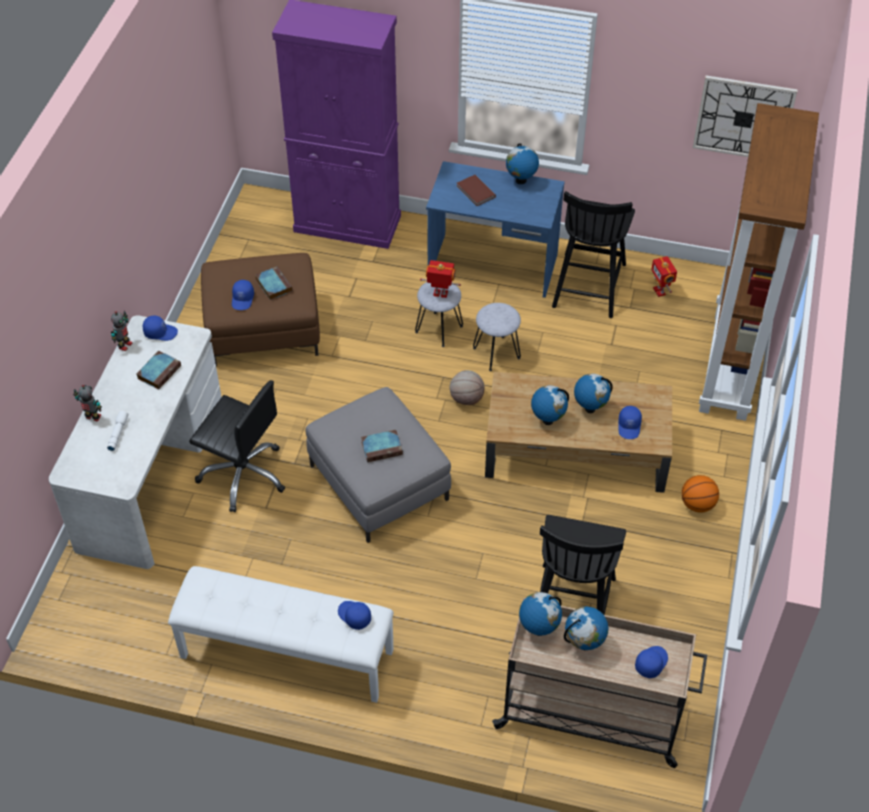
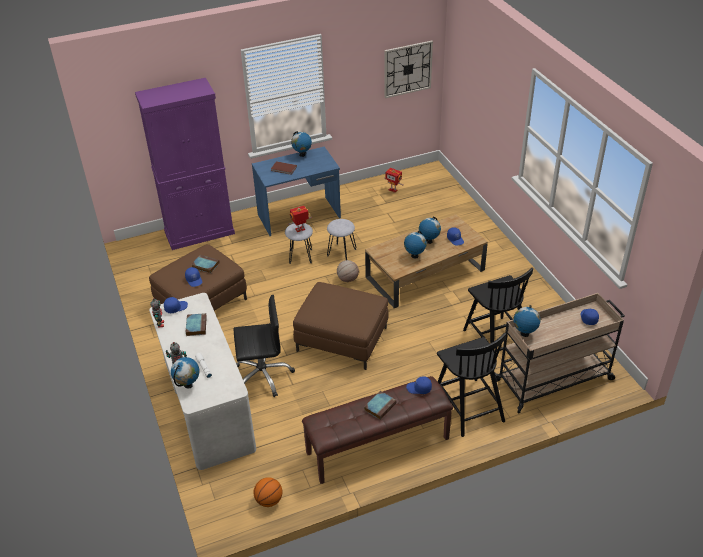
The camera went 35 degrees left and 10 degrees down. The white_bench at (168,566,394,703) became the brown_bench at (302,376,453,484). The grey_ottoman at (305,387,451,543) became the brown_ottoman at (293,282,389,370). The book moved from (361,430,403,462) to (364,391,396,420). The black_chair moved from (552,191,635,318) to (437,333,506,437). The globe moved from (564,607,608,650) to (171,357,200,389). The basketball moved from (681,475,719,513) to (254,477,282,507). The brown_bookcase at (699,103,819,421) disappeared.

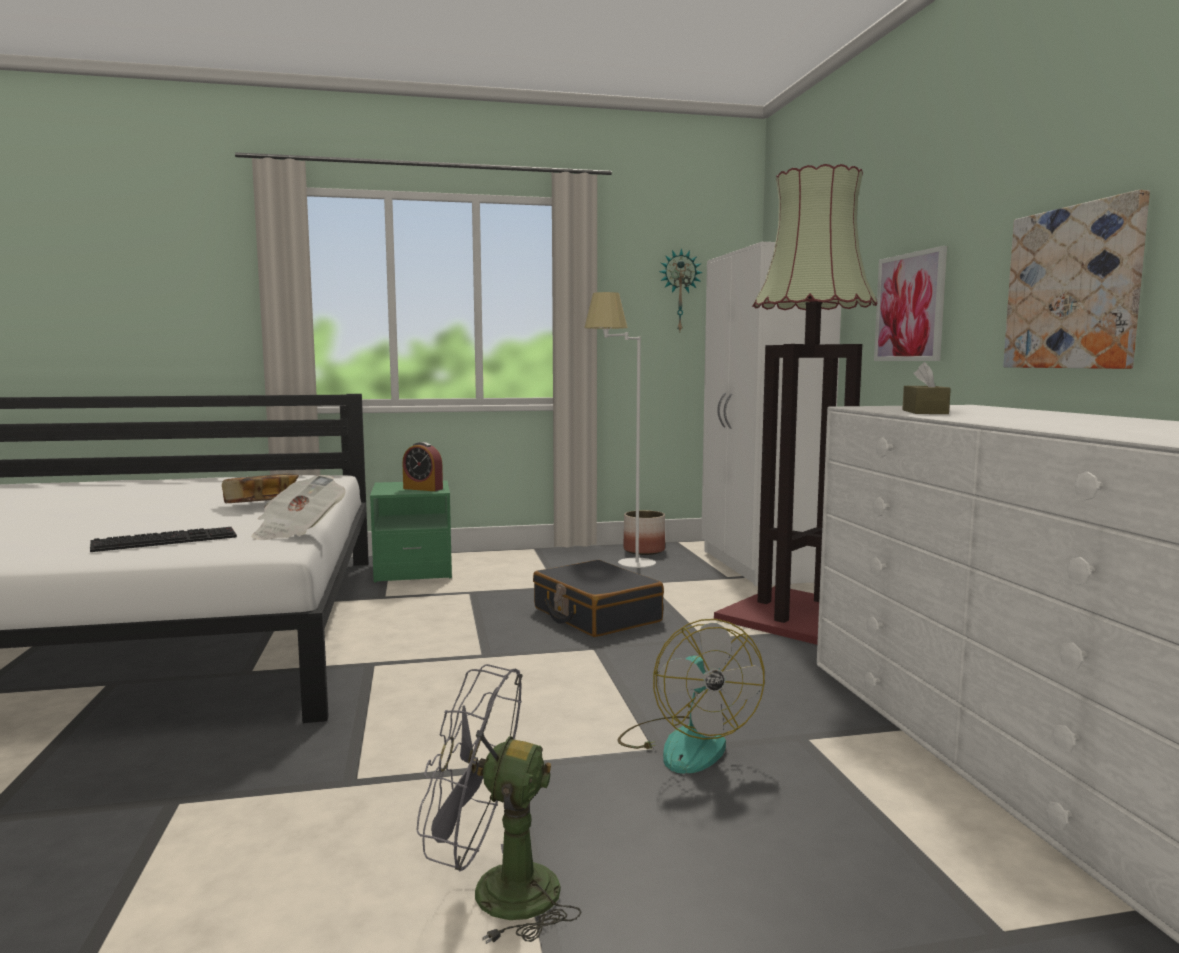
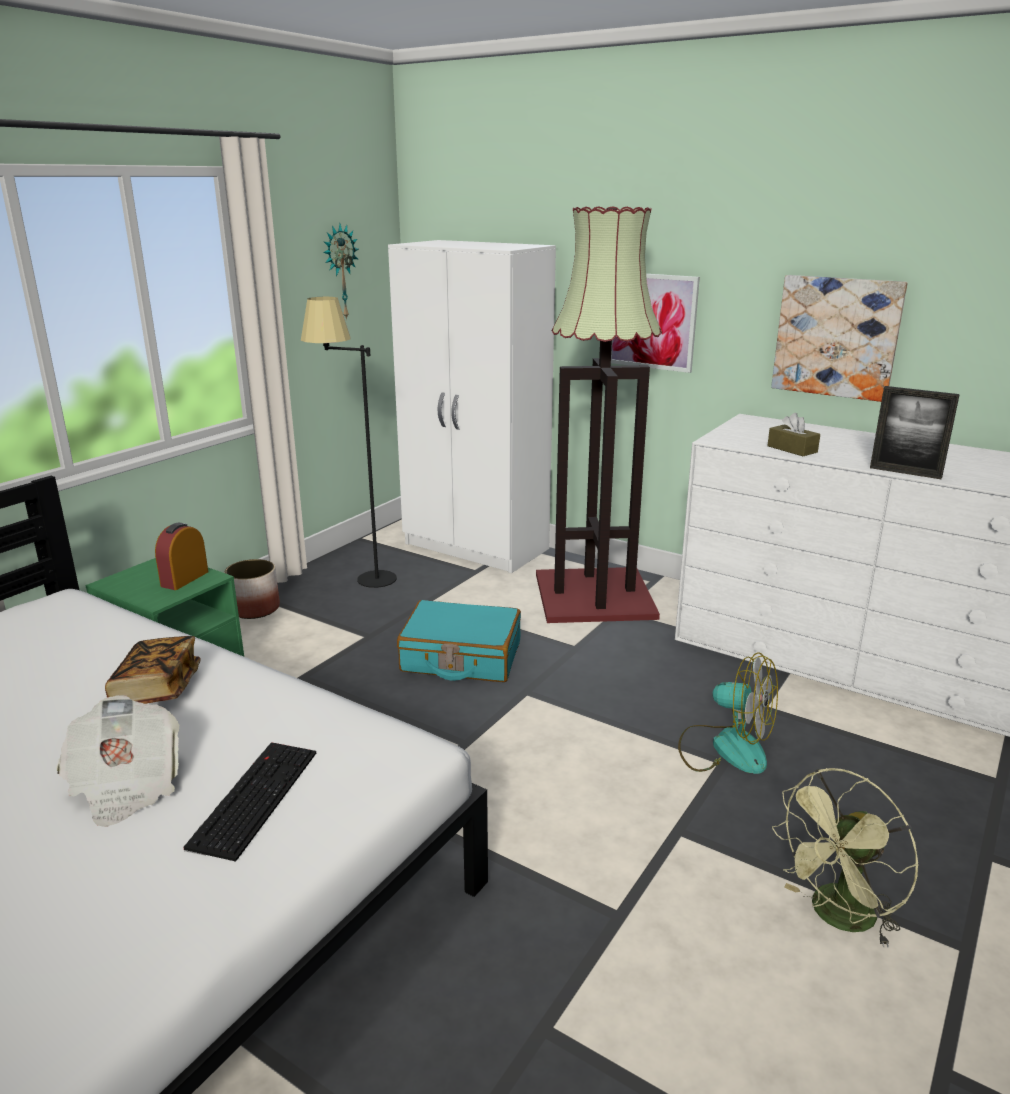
The camera went 45 degrees left and 15 degrees up. The newspaper moved from (251,475,345,540) to (56,695,179,827). The alarm_clock at (402,442,443,491) turned 135 degrees clockwise. The grey_fan at (417,664,581,944) became the green_fan at (772,768,919,948). The black_suitcase at (533,560,664,637) became the turquoise_suitcase at (397,600,521,682). The white_floor_lamp at (584,292,656,568) became the black_floor_lamp at (301,297,397,588). The planter moved from (624,510,665,555) to (224,559,280,619). The picture_frame at (870,386,960,479) appeared.

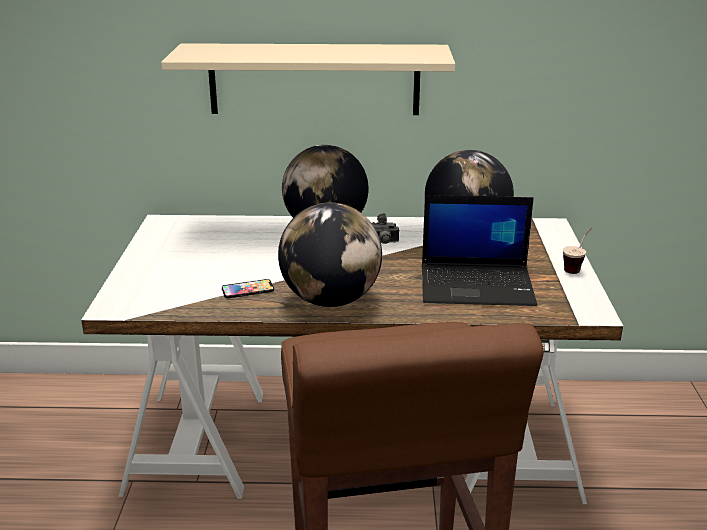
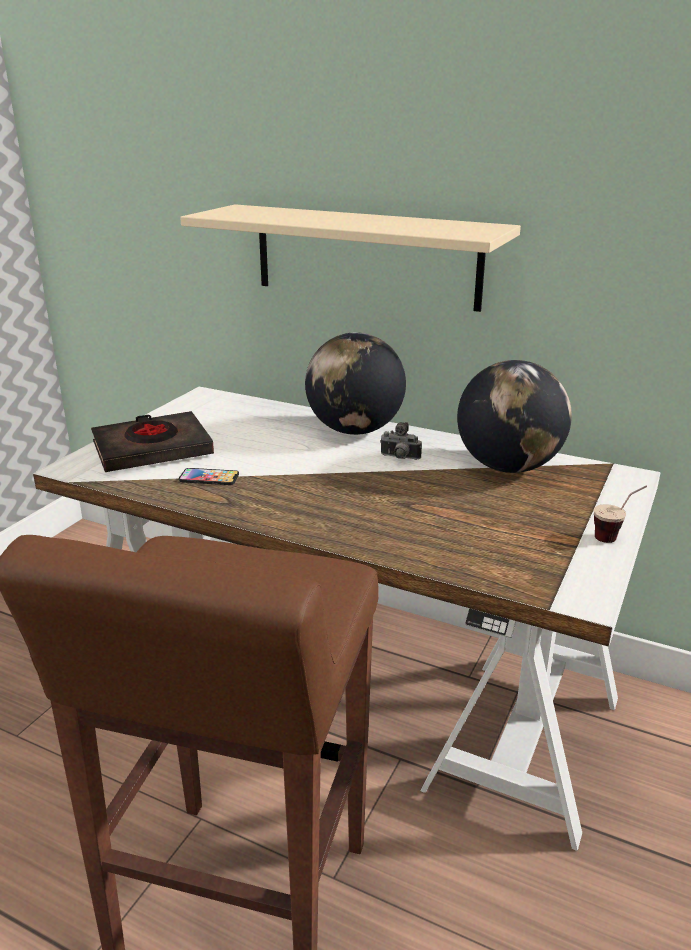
The camera went 25 degrees right and 0 degrees up. The globe at (278,203,382,307) disappeared. The laptop at (422,195,537,306) disappeared. The black_book at (91,411,214,472) appeared.

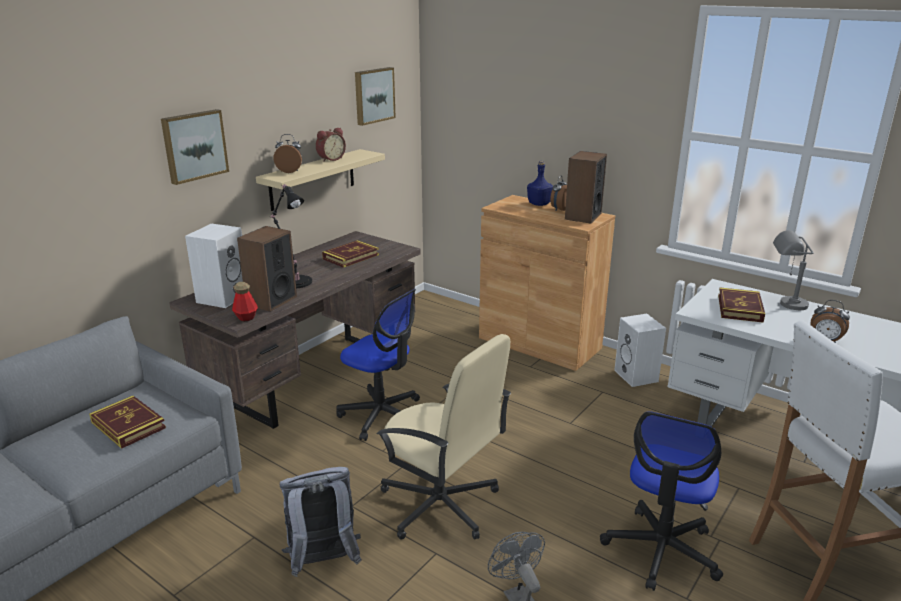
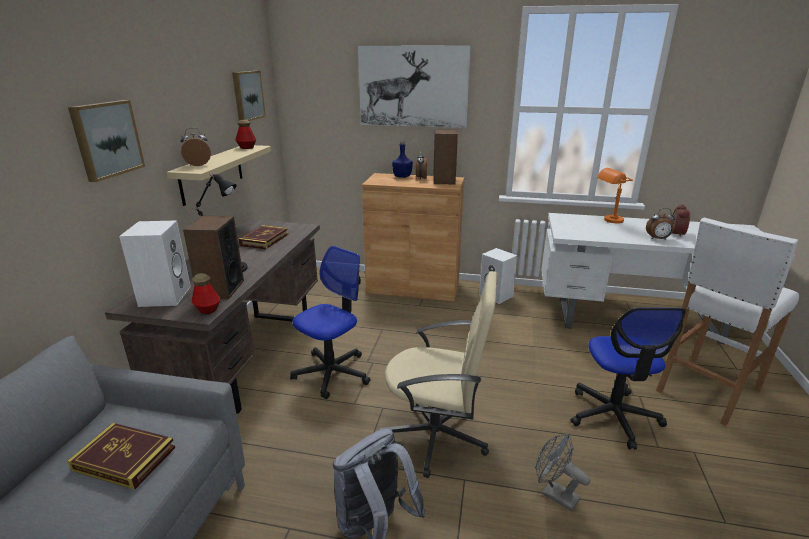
The camera went 25 degrees left and 0 degrees up. The alarm_clock moved from (316,128,346,162) to (671,204,690,237). The office_chair at (336,289,420,441) turned 60 degrees counterclockwise. The book at (718,287,765,323) disappeared. The grey_table_lamp at (773,230,814,310) became the orange_table_lamp at (597,168,633,223). The bottle at (235,120,256,149) appeared. The picture at (358,46,471,128) appeared.

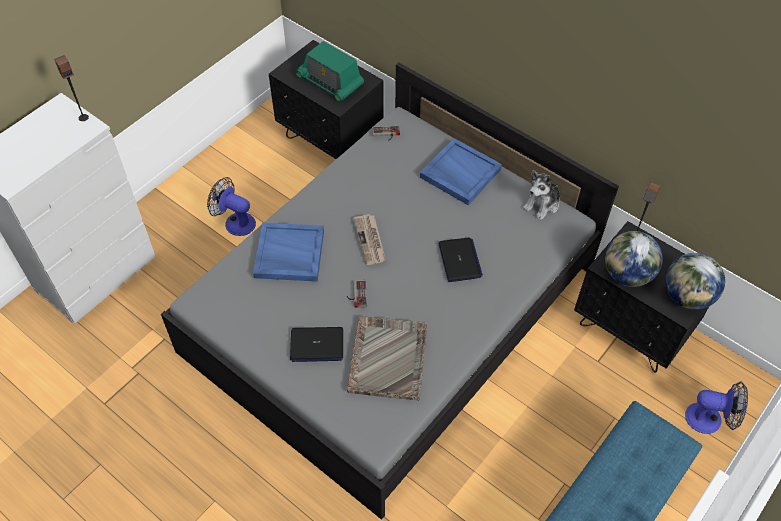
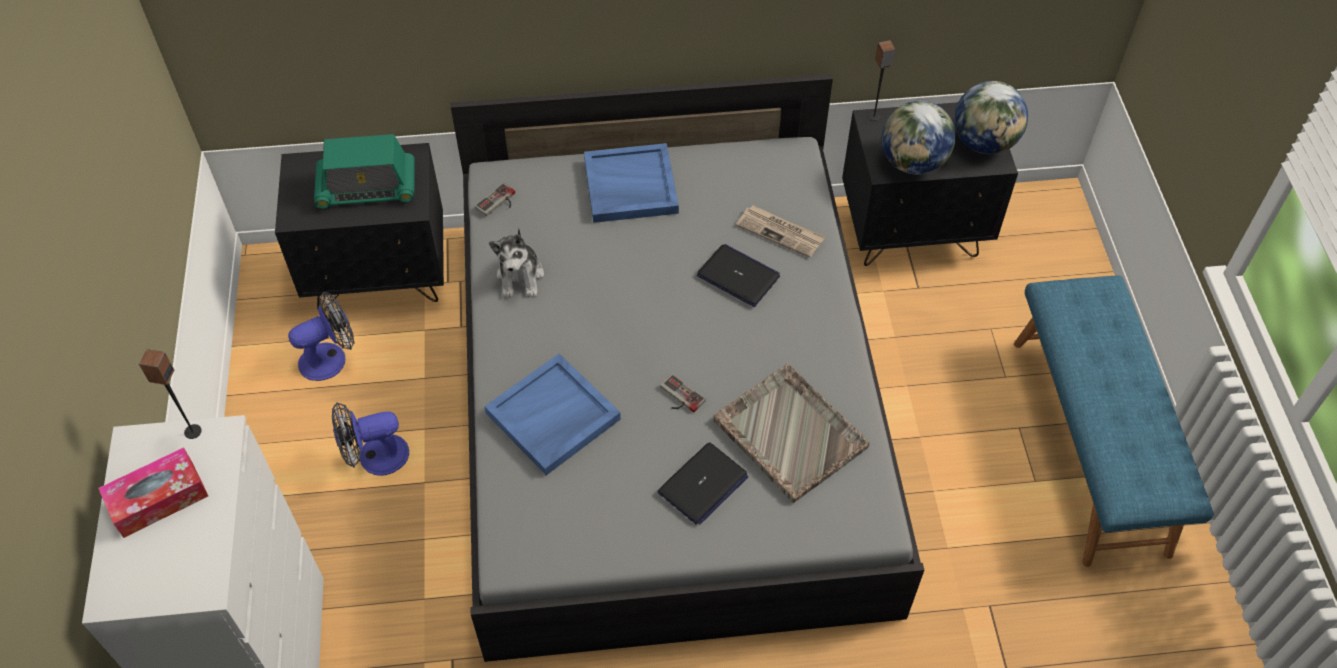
The camera went 45 degrees left and 0 degrees up. The newspaper moved from (353,214,386,265) to (736,205,826,258). The plush_toy moved from (523,170,560,220) to (489,228,544,298). The fan moved from (685,382,748,434) to (288,292,355,381). The tissue_box at (98,447,208,538) appeared.

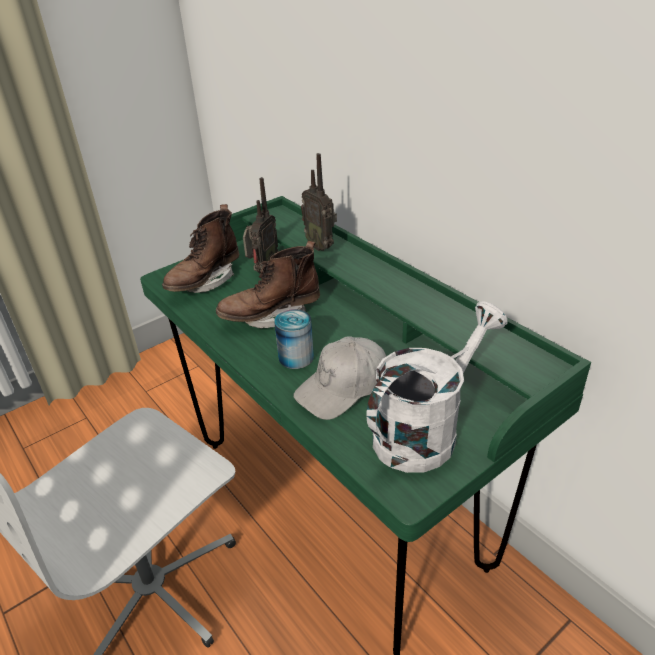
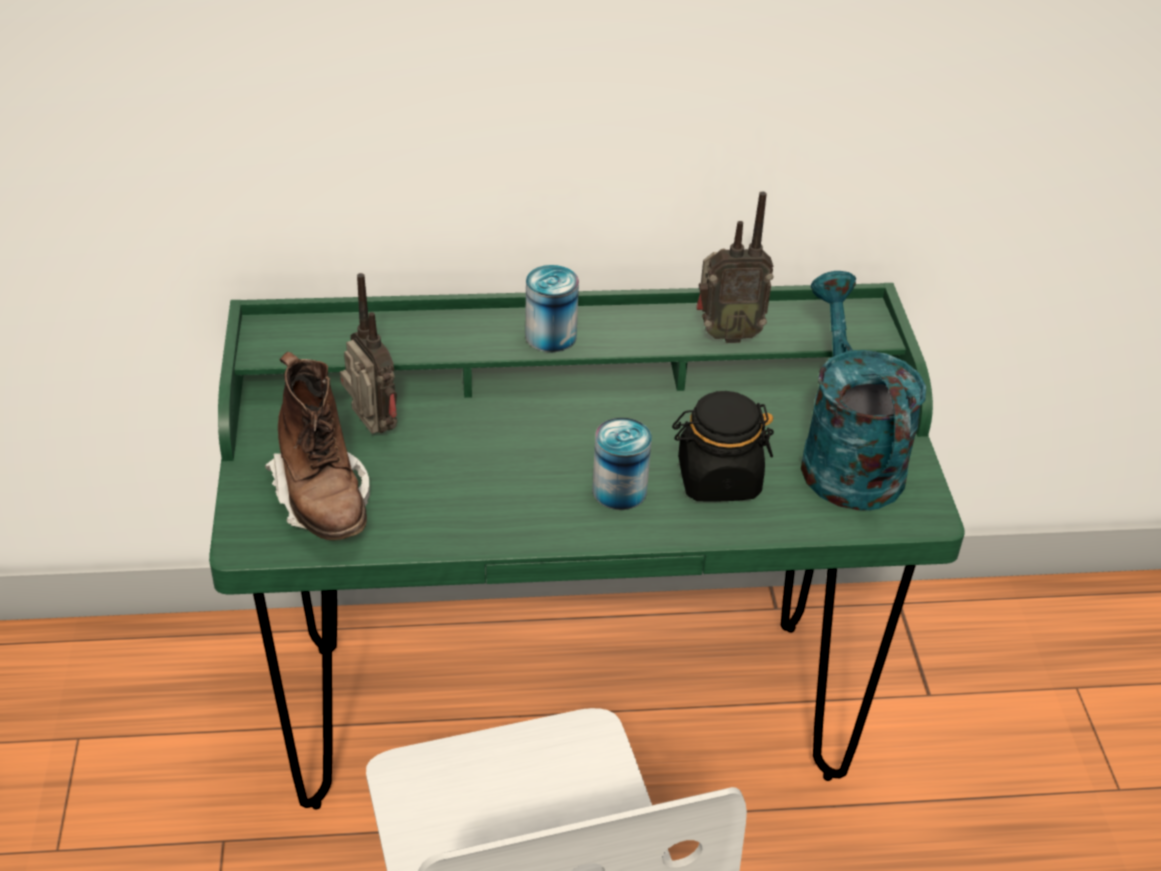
The camera went 60 degrees left and 5 degrees up. The brown_boot at (216,241,320,328) disappeared. The white_cap at (294,336,386,420) was replaced by the black_jar at (672,391,774,502). The radio moved from (301,153,337,251) to (696,191,774,343). The white_watering_can at (366,301,508,473) became the turquoise_watering_can at (801,271,926,511). The can at (525,265,579,352) appeared.

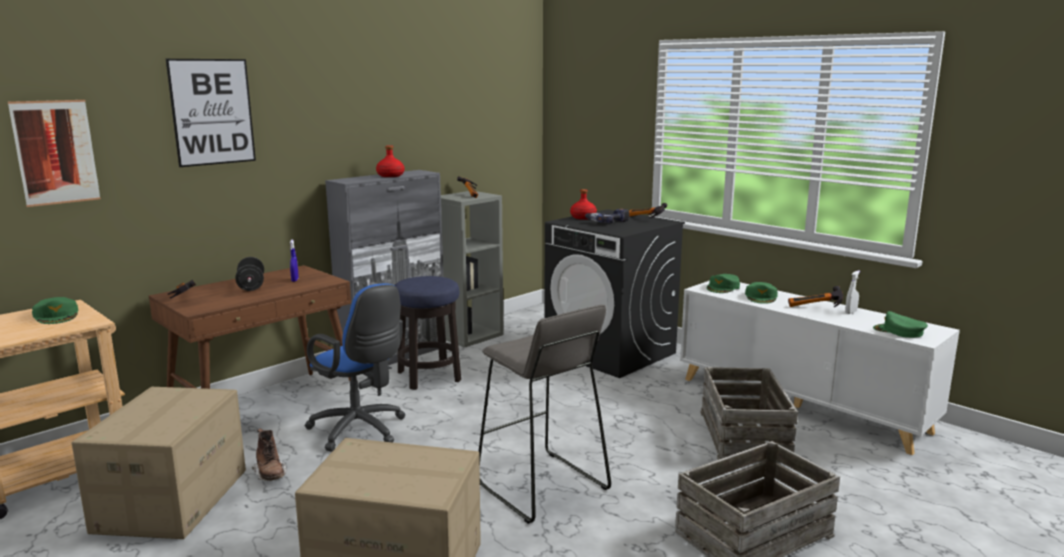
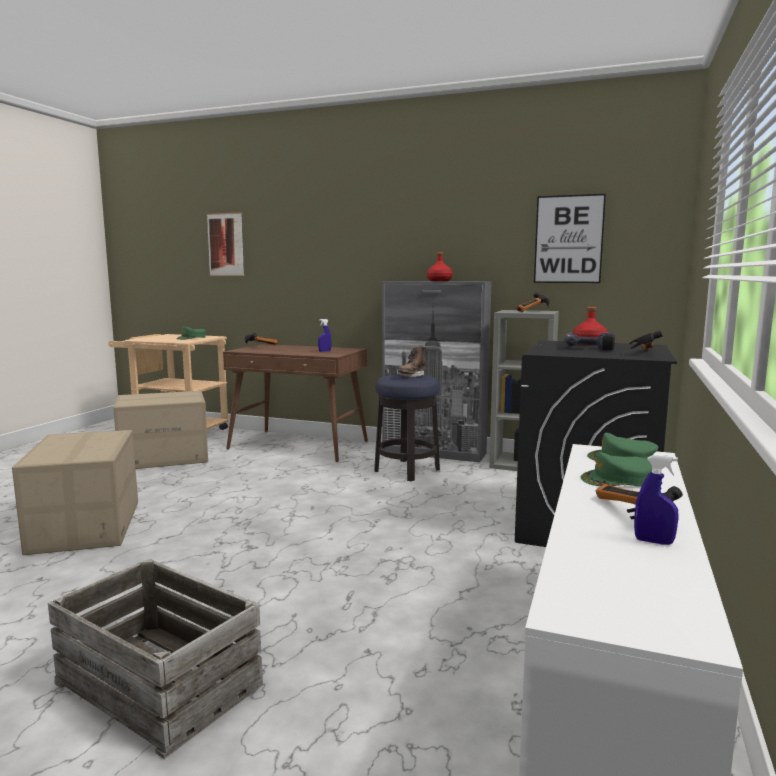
The camera went 65 degrees right and 5 degrees down. The picture moved from (166,59,256,167) to (534,194,606,283). The black_dumbbell at (235,257,264,291) disappeared. The brown_boot moved from (252,429,286,481) to (398,345,426,377). The blue_office_chair at (305,284,405,452) disappeared. The grey_stool at (479,304,611,524) disappeared. The crate at (701,367,798,463) disappeared. The white_spray_bottle at (845,271,860,314) became the blue_spray_bottle at (634,455,679,545). The green_cap at (873,311,928,338) disappeared.

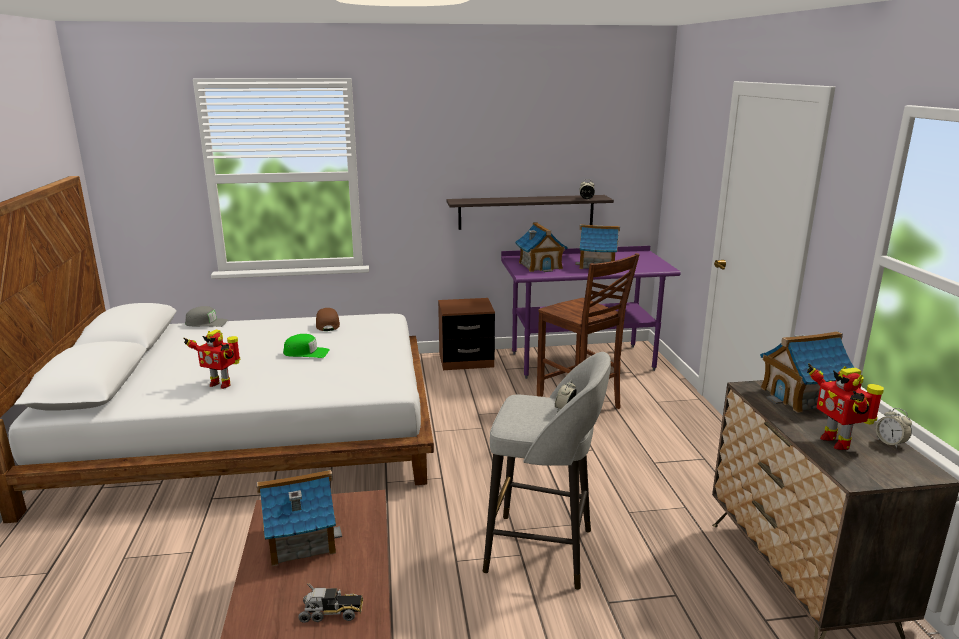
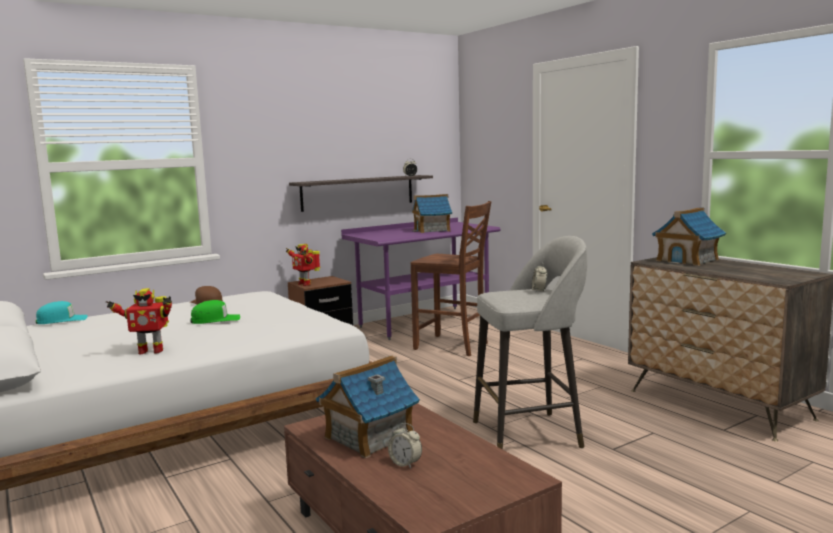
The camera went 25 degrees left and 10 degrees down. The grey_cap at (185,306,228,327) became the turquoise_cap at (36,301,88,324). The toy_truck at (298,583,363,623) disappeared. The toy_house at (515,222,568,272) disappeared. The toy_robot moved from (807,364,884,450) to (286,244,320,286). The alarm_clock moved from (876,408,912,448) to (388,423,422,469).

